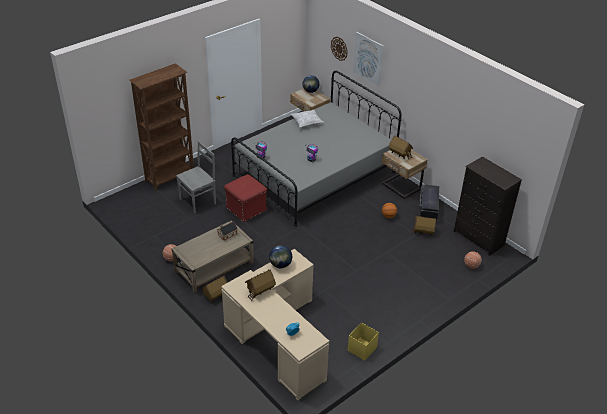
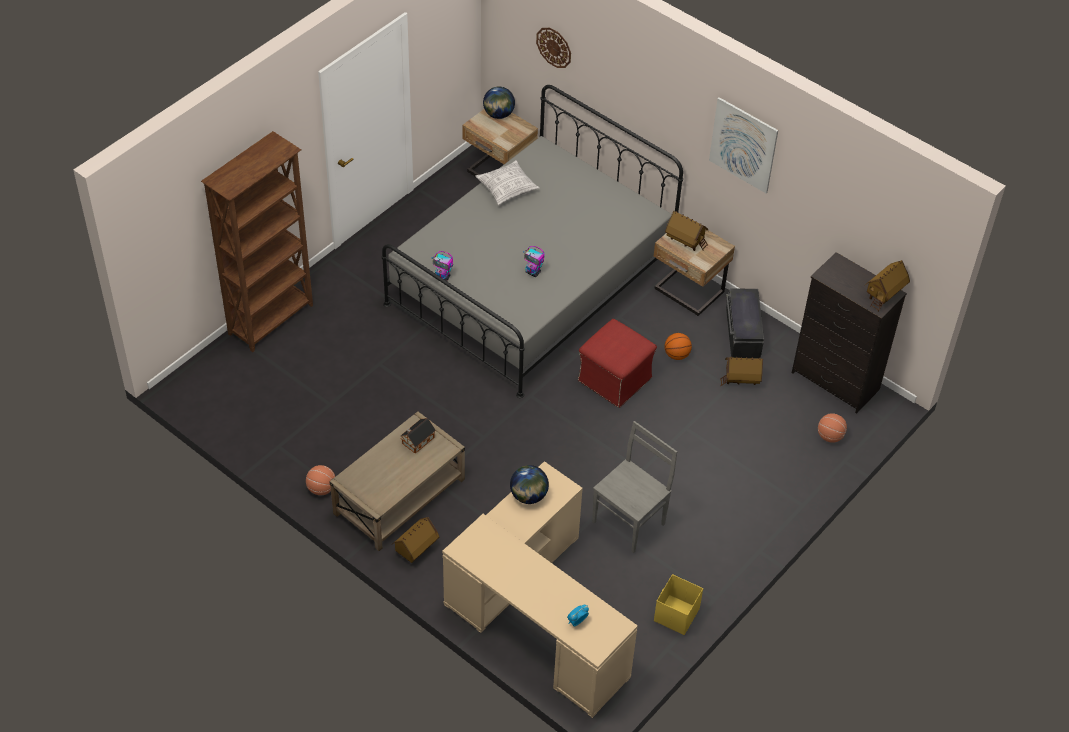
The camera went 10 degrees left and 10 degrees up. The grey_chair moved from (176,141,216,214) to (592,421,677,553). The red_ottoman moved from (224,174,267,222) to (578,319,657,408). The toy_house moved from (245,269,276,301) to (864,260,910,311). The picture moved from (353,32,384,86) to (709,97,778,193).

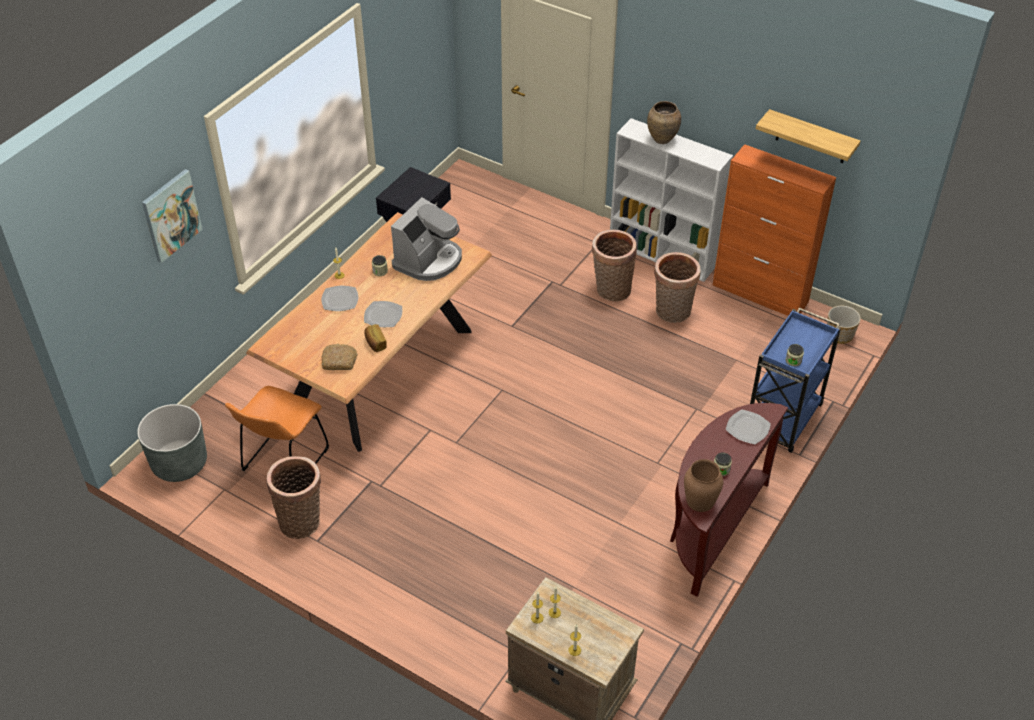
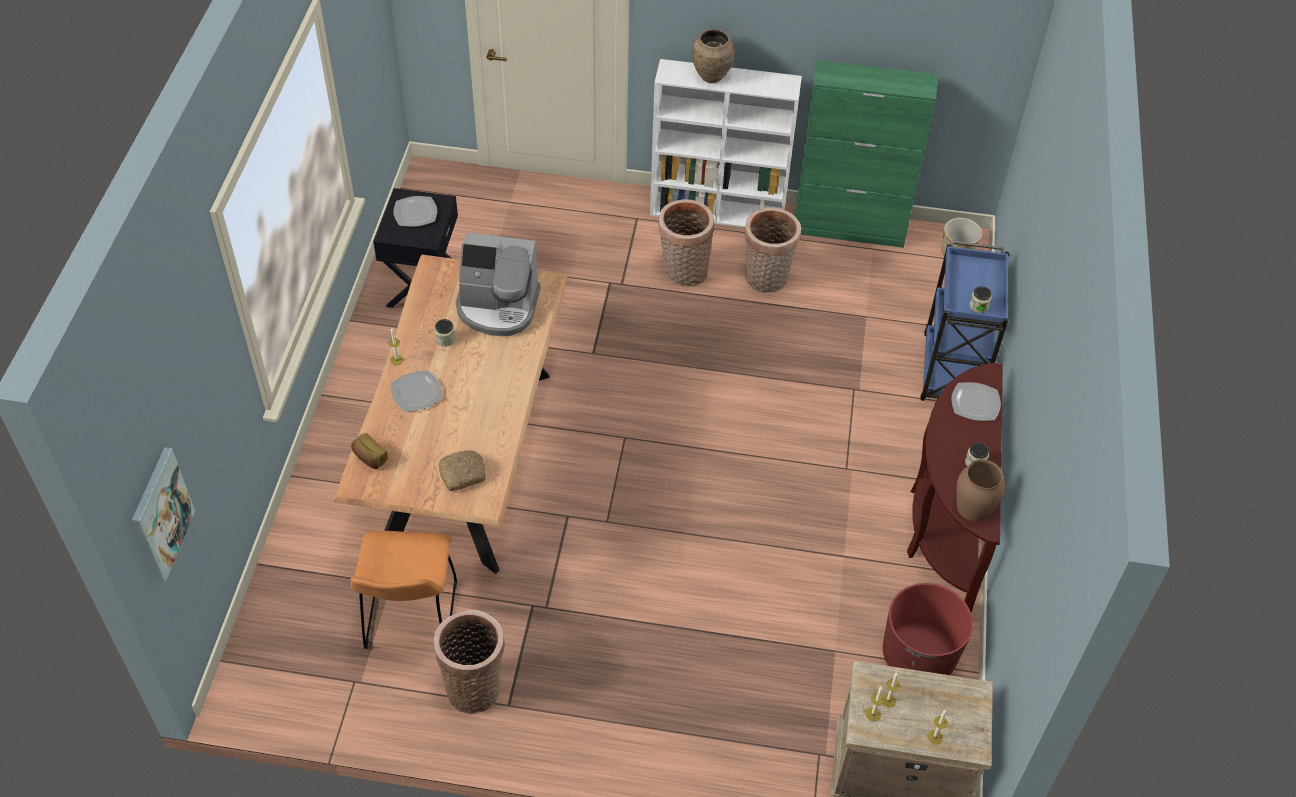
The camera went 25 degrees left and 5 degrees up. The grey_planter at (137,404,207,482) disappeared. The picture moved from (142,169,203,263) to (132,447,195,582). The plate moved from (364,301,402,327) to (393,196,437,227). The bread moved from (364,324,387,352) to (351,433,388,469). The coffee_machine at (391,197,462,281) turned 90 degrees clockwise. The orange_cabinet at (713,144,836,316) became the green_cabinet at (795,60,938,248). The shelf at (756,109,860,164) disappeared. The red_planter at (883,583,973,675) appeared.

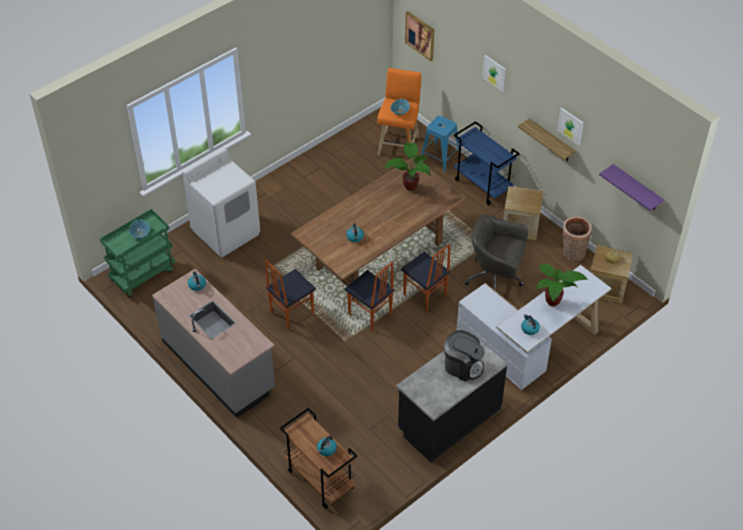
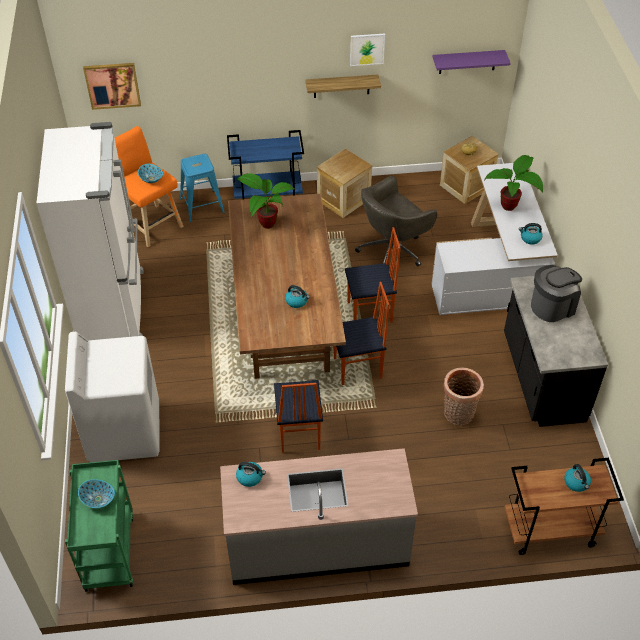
The camera went 55 degrees left and 0 degrees up. The picture at (482,55,506,91) disappeared. The basket moved from (563,216,592,261) to (443,367,484,425). The white_fridge at (37,122,144,340) appeared.

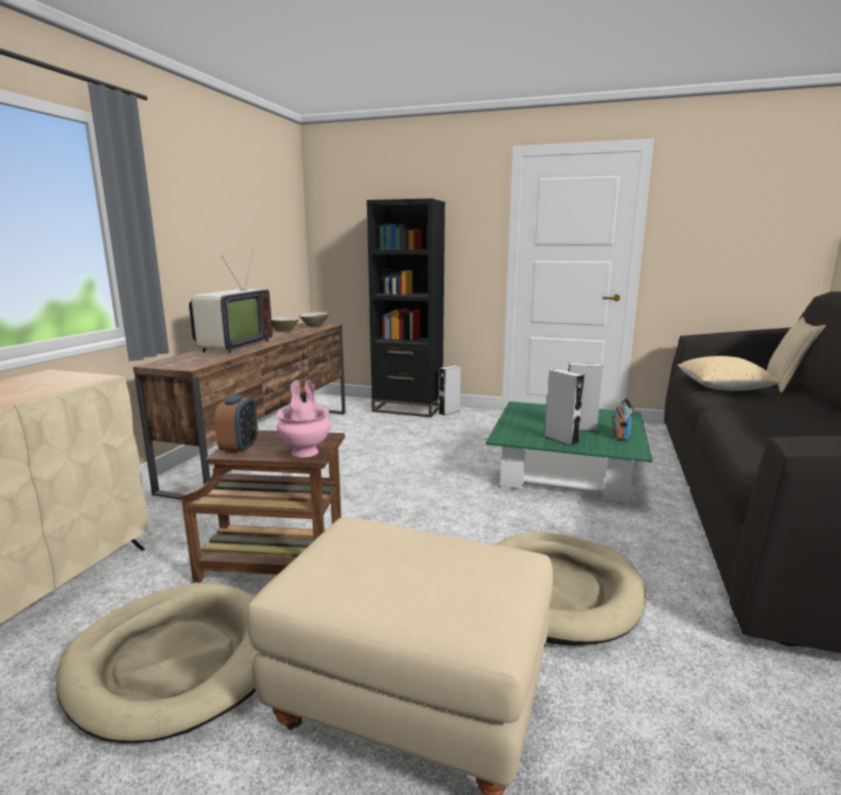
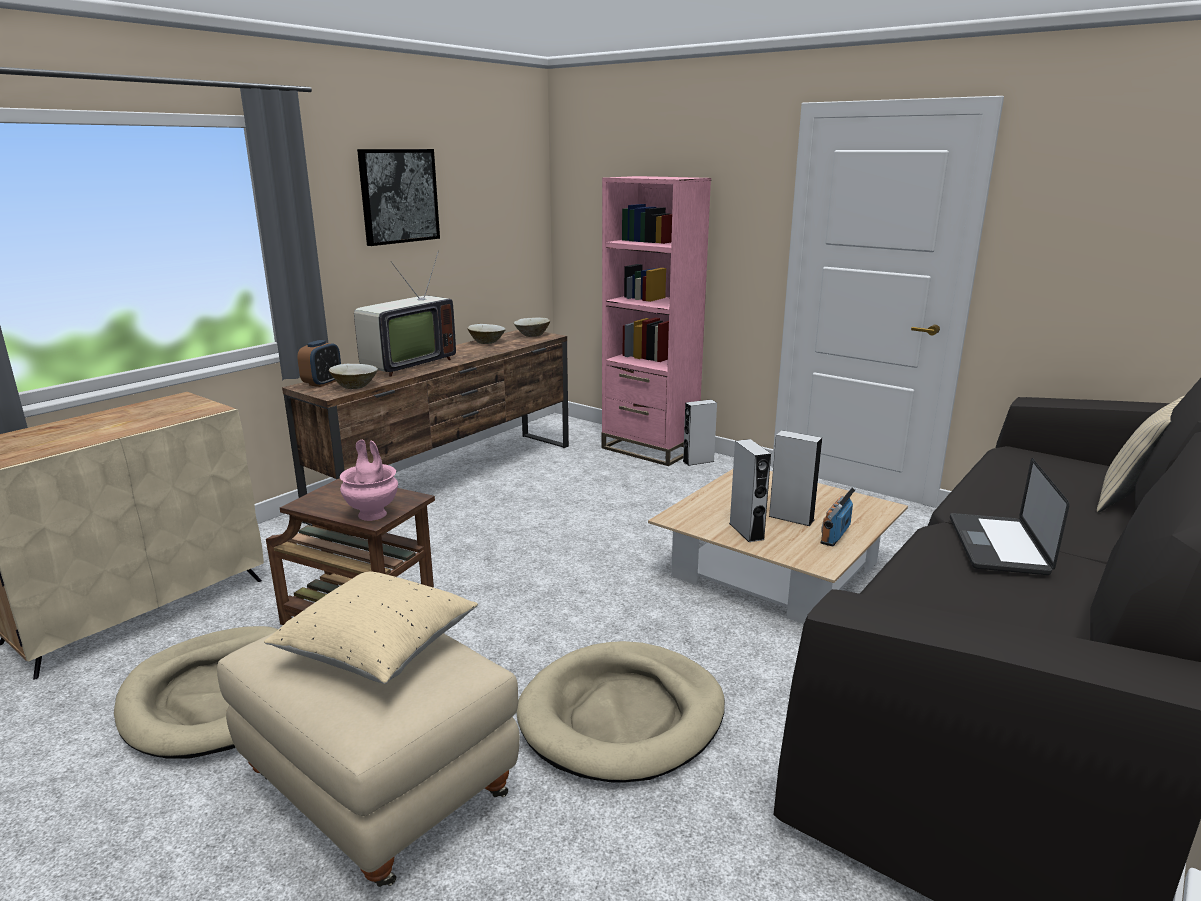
The camera went 20 degrees right and 5 degrees up. The alarm_clock moved from (215,395,258,453) to (297,340,341,387). The black_bookcase at (367,198,445,417) became the pink_bookcase at (602,176,711,466). The green_coffee_table at (485,401,652,503) became the beige_coffee_table at (648,469,908,624). The beige_pillow moved from (677,356,781,391) to (264,572,478,684). The beige_bowl at (329,364,378,389) appeared. The picture at (357,149,440,246) appeared. The laptop at (950,458,1070,575) appeared.

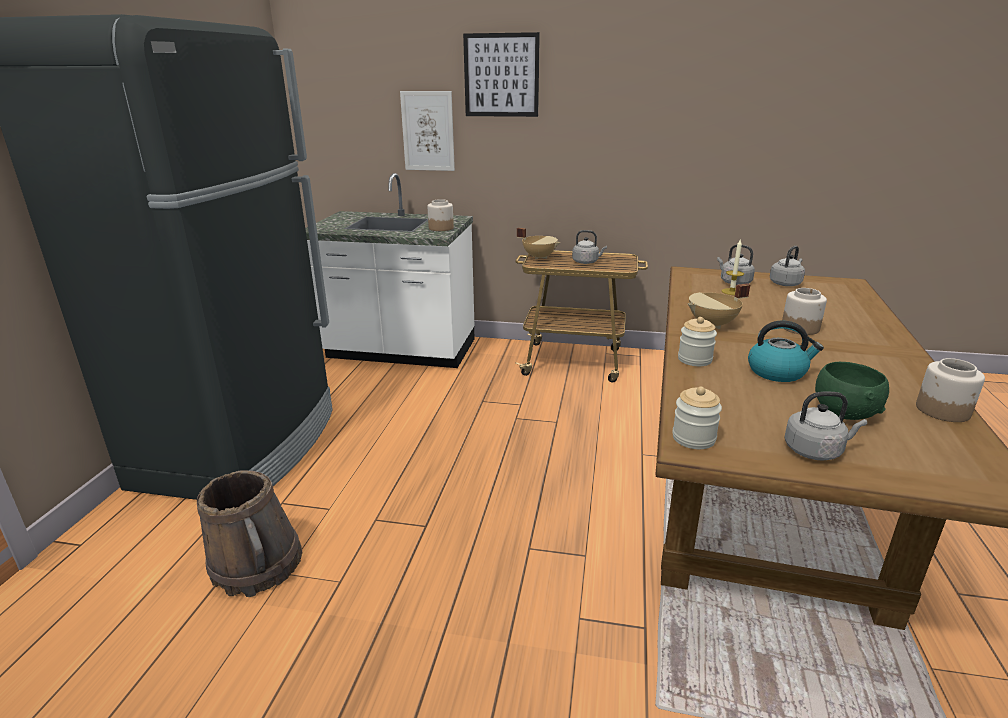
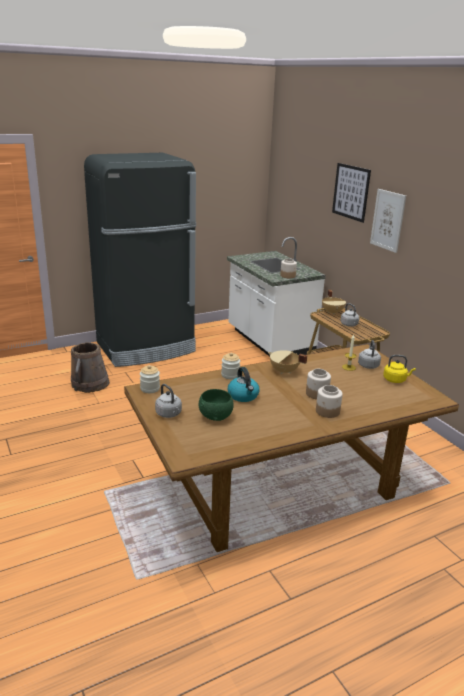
The camera went 50 degrees right and 0 degrees up. The picture moved from (400,91,455,171) to (370,189,406,253). The grey_kettle at (770,246,805,286) became the yellow_kettle at (383,355,416,383). The jar moved from (916,358,985,422) to (316,385,343,418).

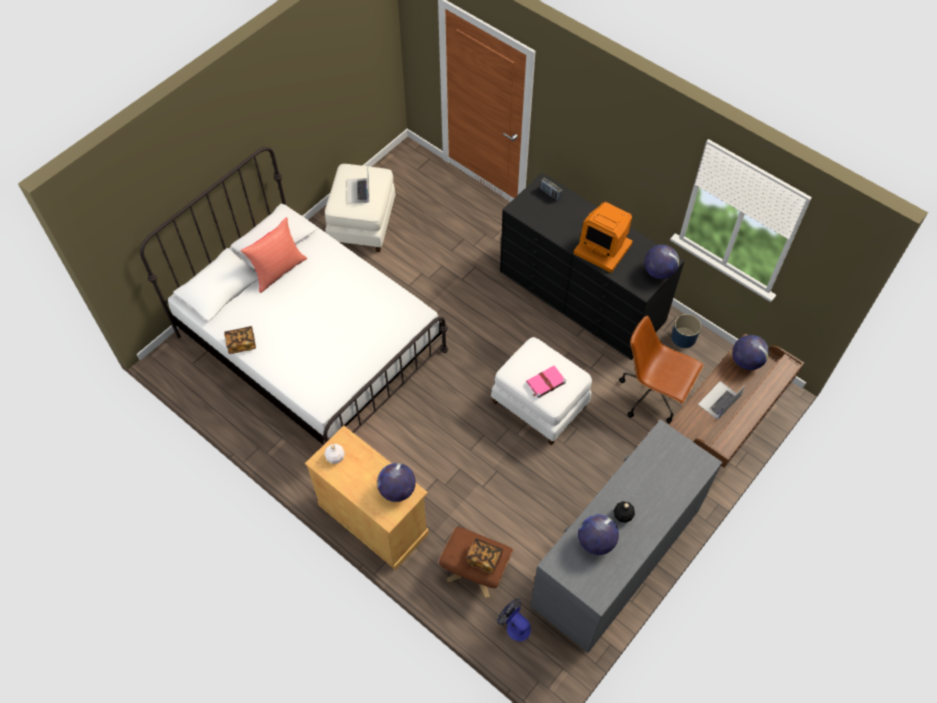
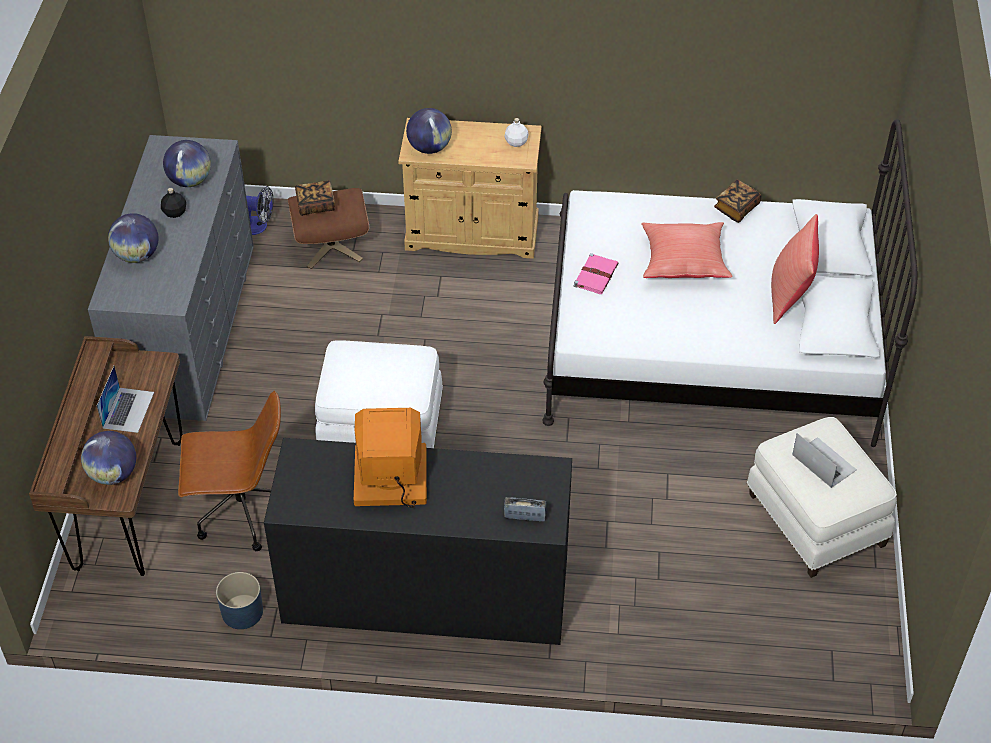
The camera went 145 degrees right and 10 degrees down. The pink_book moved from (526,366,566,398) to (574,253,619,294). The globe moved from (644,245,679,279) to (108,213,159,263). The red_pillow at (641,222,733,278) appeared.

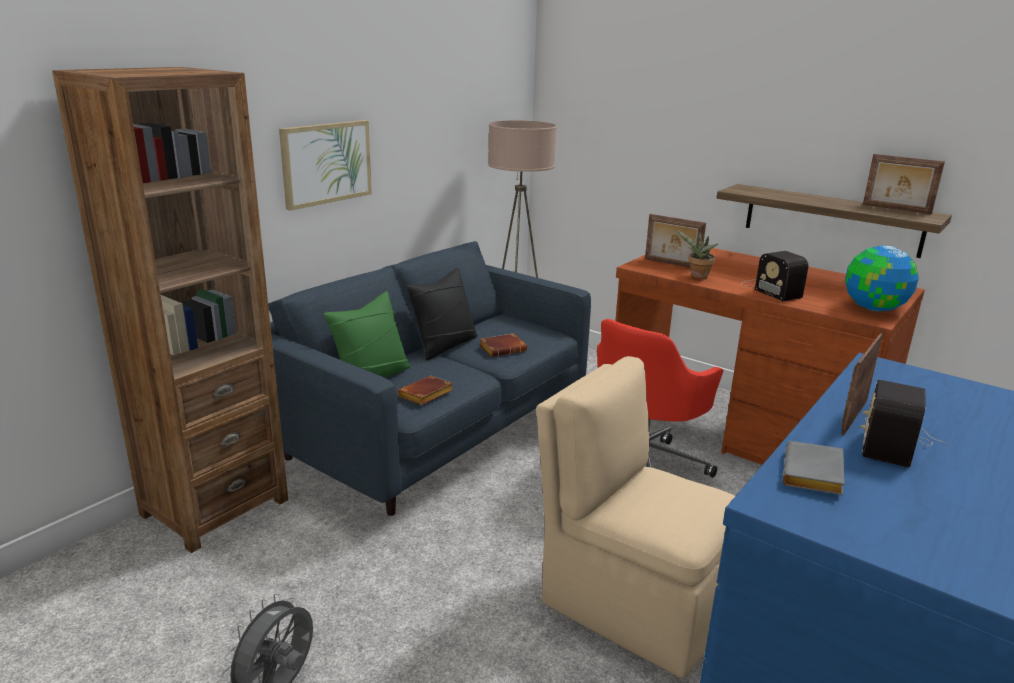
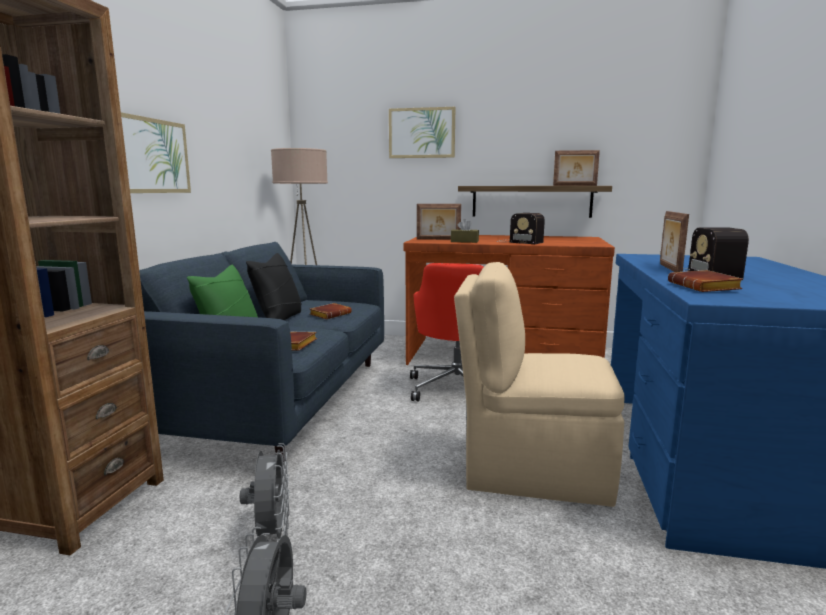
The camera went 25 degrees left and 10 degrees down. The potted_plant at (676,230,718,279) was replaced by the brown_tissue_box at (451,219,479,243). The grey_book at (783,441,845,495) became the brown_book at (668,270,743,292). The globe at (845,245,919,311) disappeared. The grey_fan at (240,443,290,541) appeared. The picture at (389,107,455,158) appeared.

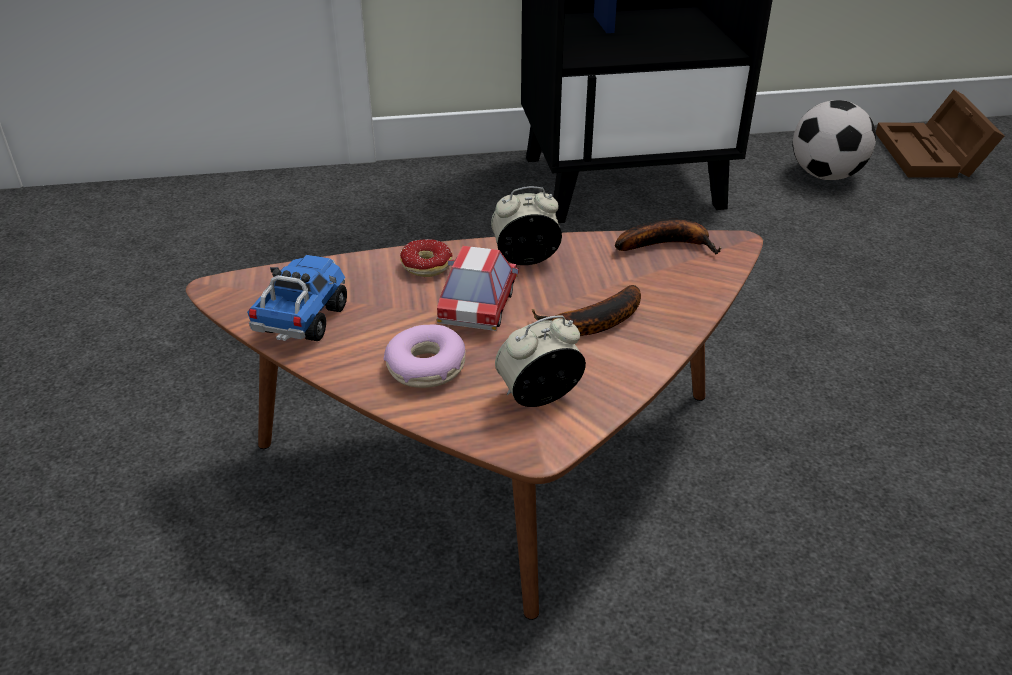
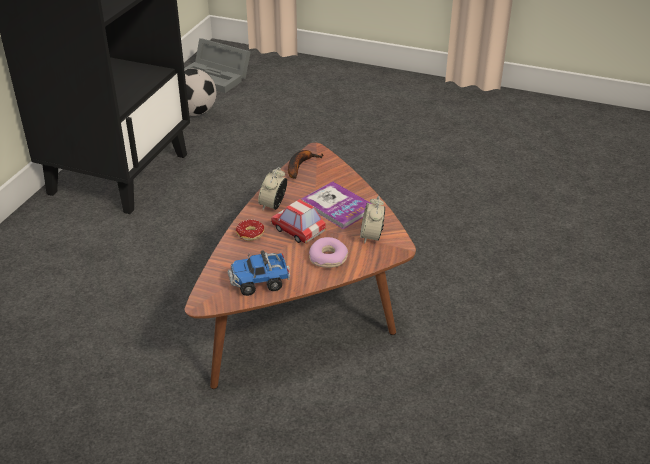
The camera went 60 degrees left and 0 degrees up. The toy_truck at (247,255,347,341) turned 60 degrees counterclockwise. The banana at (532,285,641,336) was replaced by the book at (301,181,372,229). The brown_storage_box at (876,90,1004,178) became the grey_storage_box at (184,38,251,93).

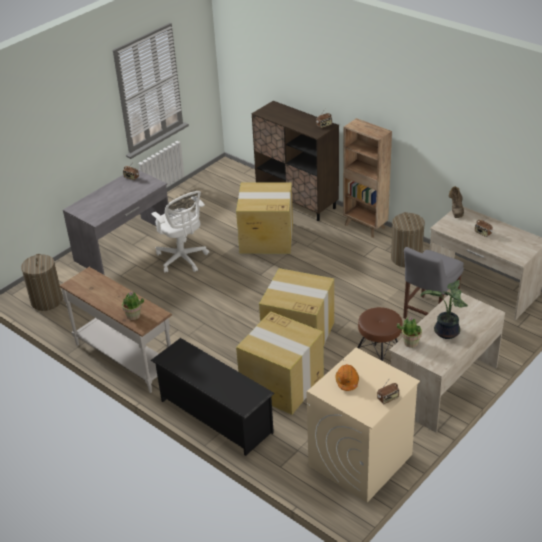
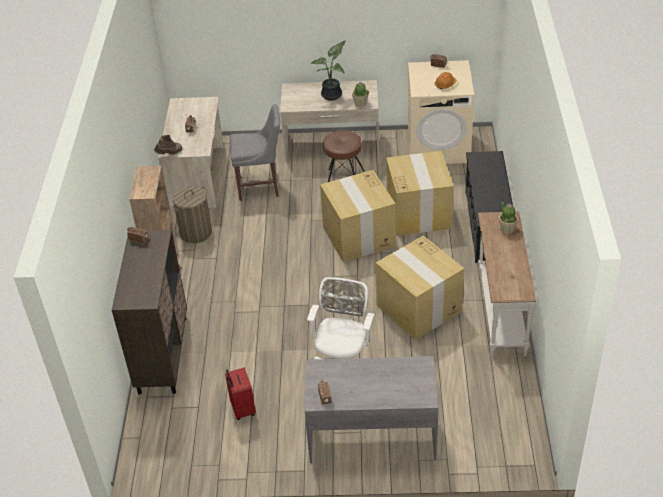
The camera went 130 degrees left and 5 degrees up. The laundry_basket at (21,254,63,311) disappeared. The cardboard_box moved from (236,182,293,254) to (376,236,464,340). The red_suitcase at (225,368,256,420) appeared.

